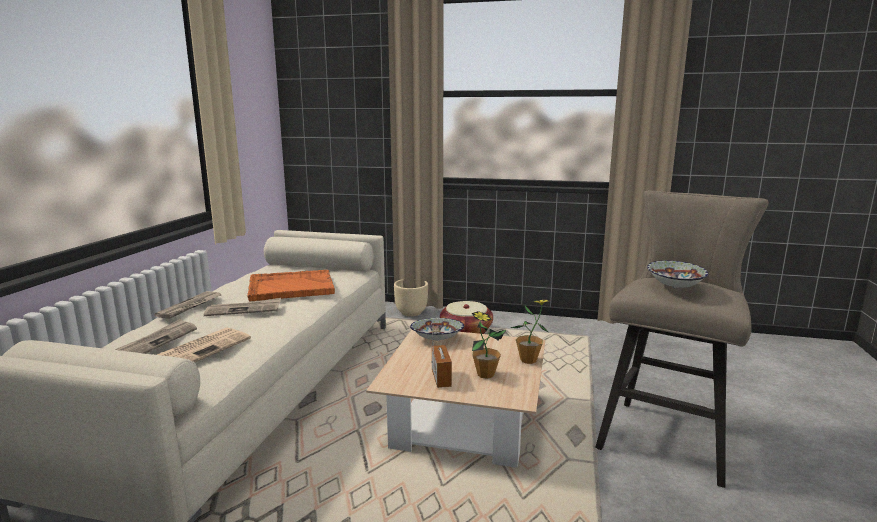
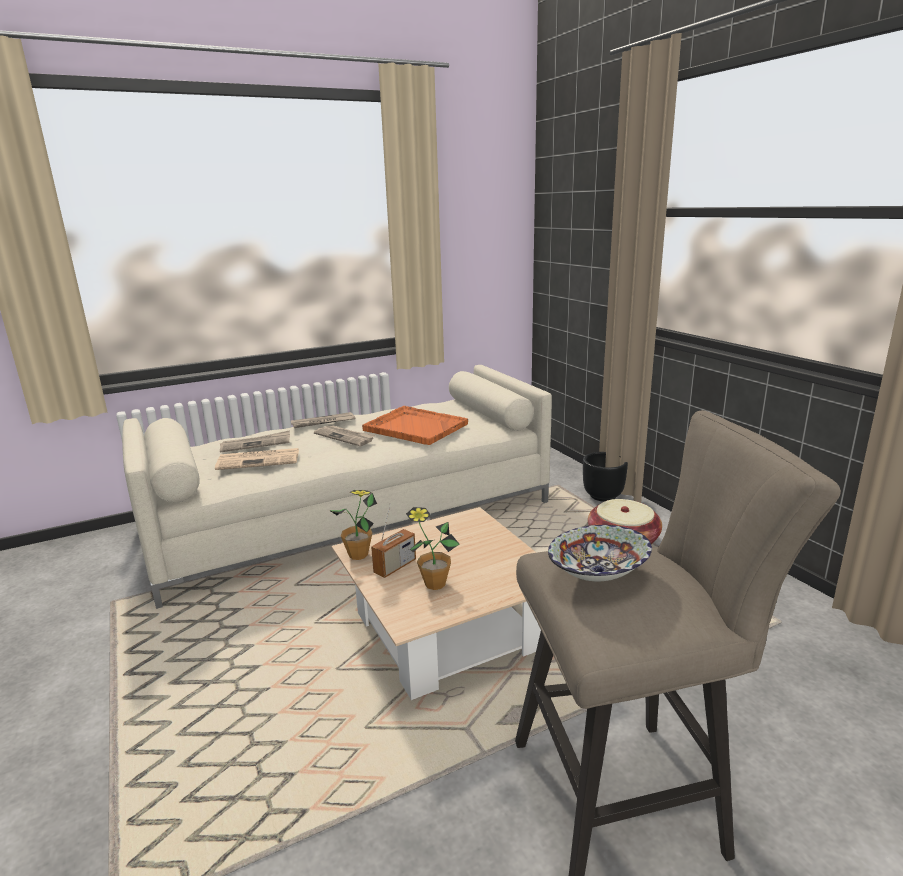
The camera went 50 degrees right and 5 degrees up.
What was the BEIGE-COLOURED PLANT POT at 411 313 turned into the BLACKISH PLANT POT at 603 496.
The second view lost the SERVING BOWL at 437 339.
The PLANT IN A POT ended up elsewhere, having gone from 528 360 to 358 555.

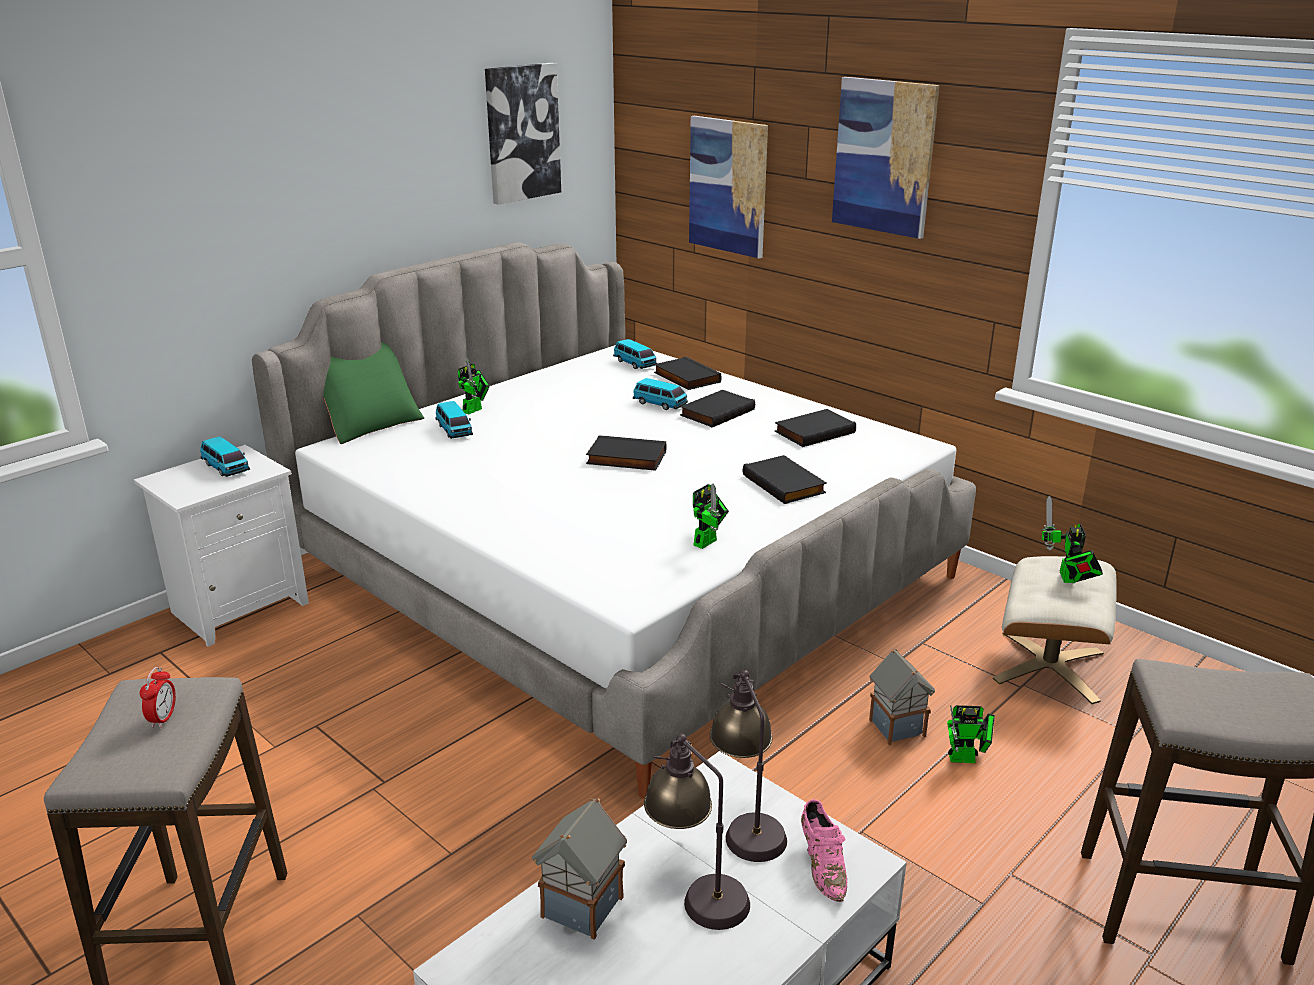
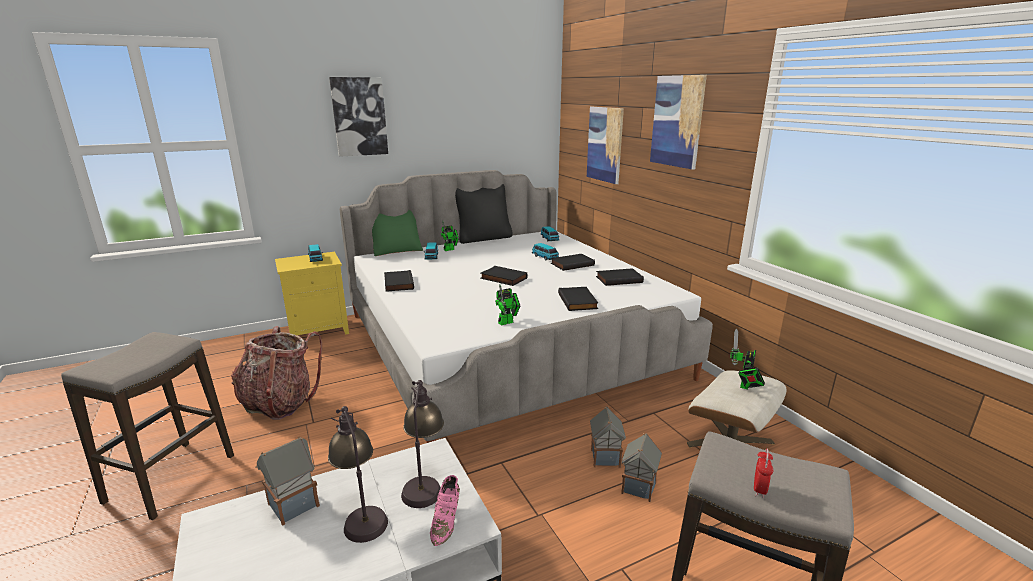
The camera went 20 degrees right and 5 degrees down.
What was the WHITISH BEDSIDE TABLE at 240 607 turned into the YELLOW BEDSIDE TABLE at 319 330.
The ALARM CLOCK ended up elsewhere, having gone from 163 718 to 759 489.
The WALL PICTURE ended up elsewhere, having gone from 522 133 to 359 117.
The BLACKISH VOLUME ended up elsewhere, having gone from 685 377 to 397 283.
Where the TOY ROBOT stood at 966 759, the TOY HOUSE came to stand at 638 487.
The second view gained the KNAPSACK at 280 403.
The second view gained the BLACKISH PILLOW at 483 238.

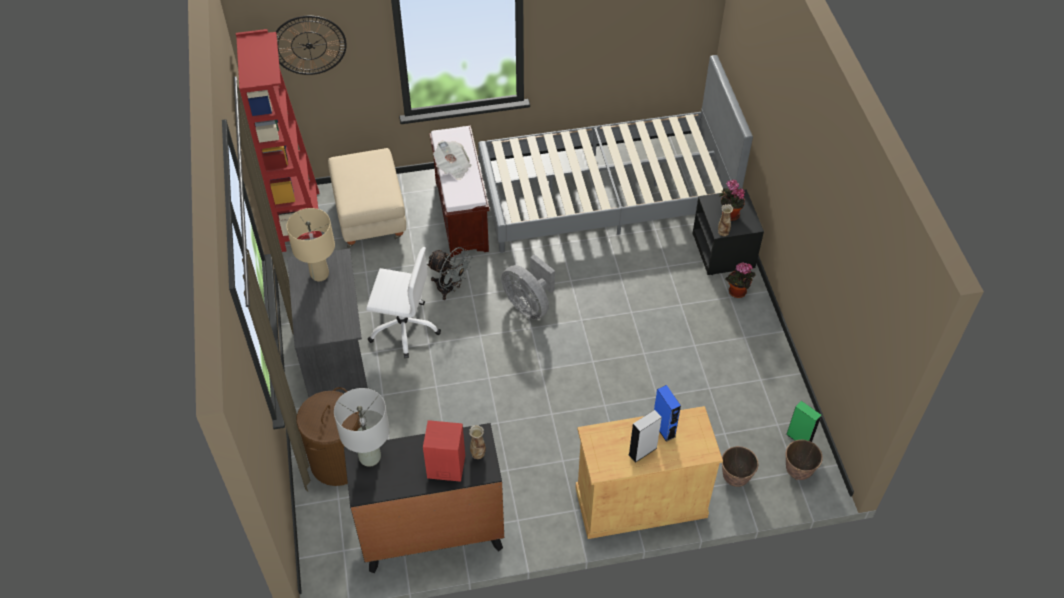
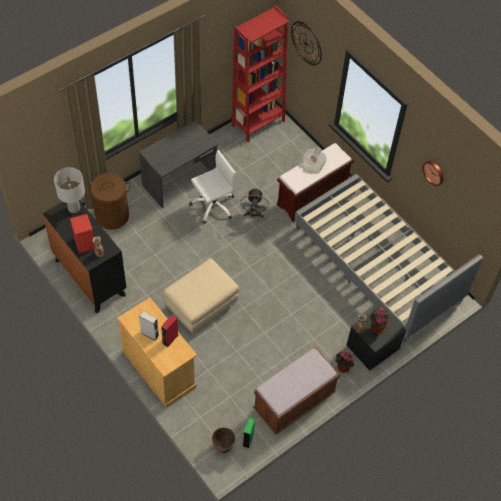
The camera went 60 degrees right and 5 degrees up.
The second view lost the BEIGE-COLOURED TABLE LAMP at 320 274.
The BEIGE-COLOURED OTTOMAN ended up elsewhere, having gone from 371 217 to 201 307.
The WHITISH OFFICE CHAIR at 404 328 ended up facing another way, 105 degrees counterclockwise from before.
The second view lost the GREYISH FAN at 529 305.
What was the BLUE SPEAKER at 663 428 turned into the RED SPEAKER at 170 339.
The second view lost the PLANT POT at 735 478.
The second view gained the BROWNISH LONG SEAT at 294 401.
The second view gained the CLOCK ON THE WALL at 434 172.

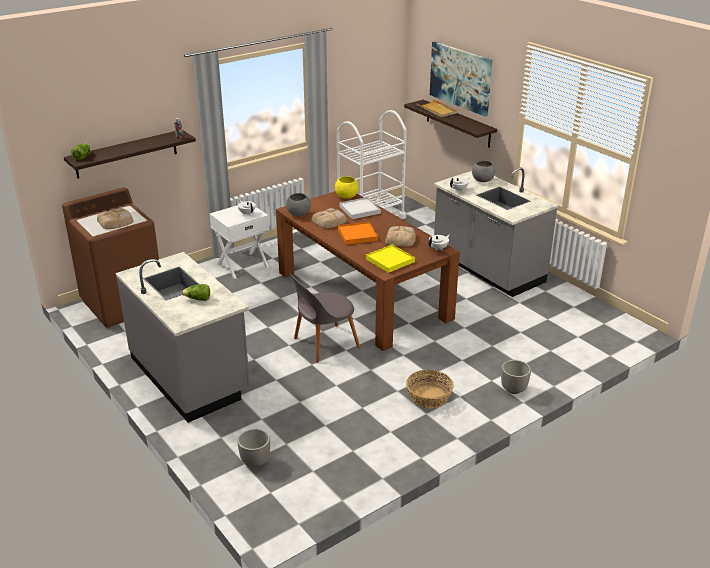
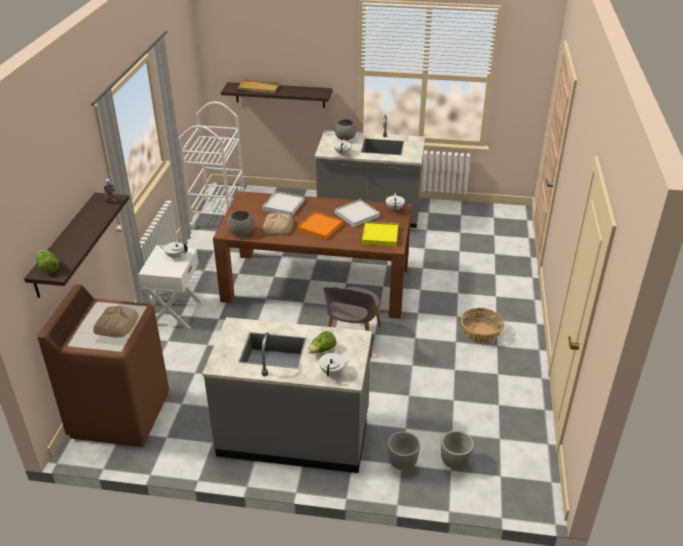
The camera went 45 degrees left and 5 degrees up.
The second view lost the YELLOW SERVING BOWL at 346 196.
Where the BAKERY BREAD stood at 400 239, the WHITISH CARRYING TRAY came to stand at 357 215.
The second view lost the WALL PICTURE at 460 78.
The PLANT POT ended up elsewhere, having gone from 513 389 to 402 464.
The second view gained the WHITISH TEAPOT at 332 371.

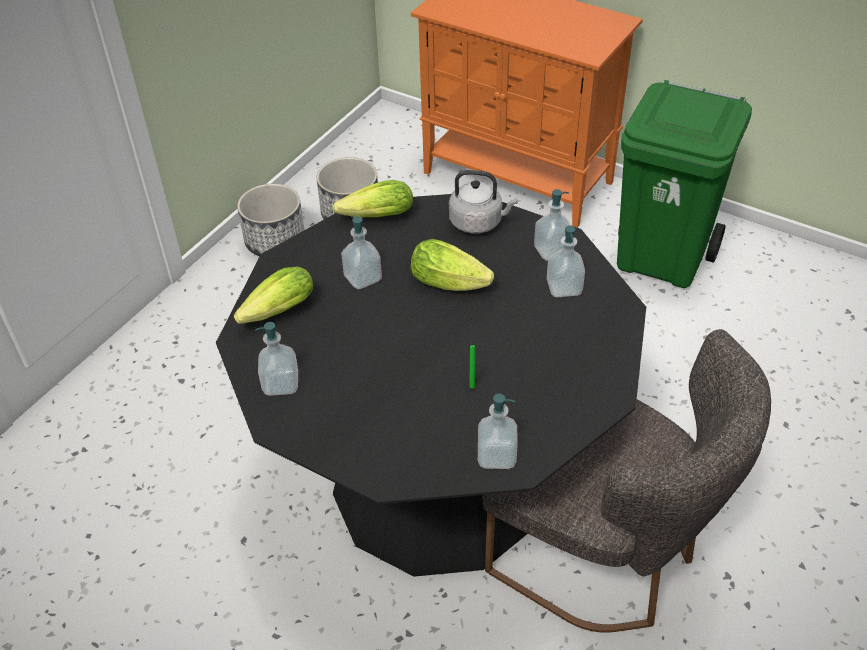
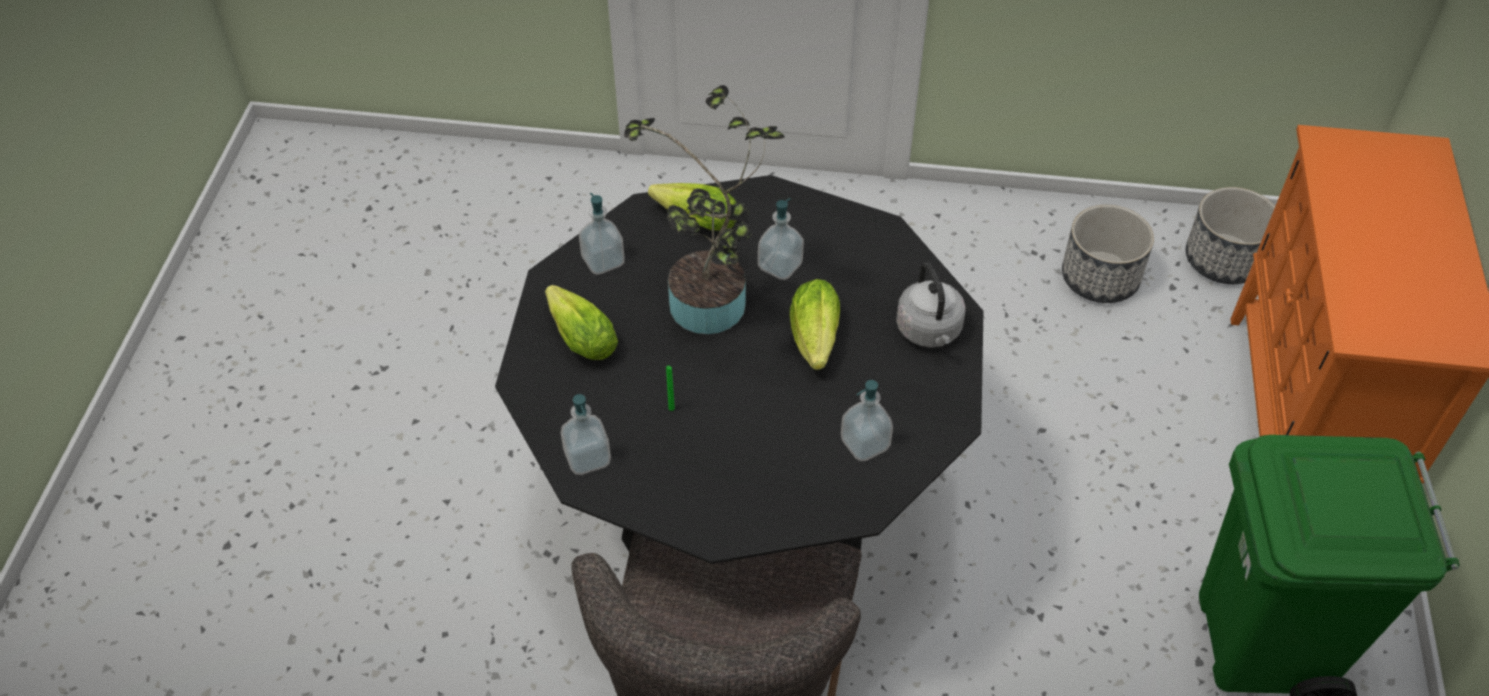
The camera went 65 degrees right and 5 degrees up.
The PLANT POT ended up elsewhere, having gone from 275 241 to 1223 260.
The HEAD OF LETTUCE ended up elsewhere, having gone from 373 217 to 579 335.
The second view lost the SOAP BOTTLE at 552 251.
The second view gained the PLANT IN A POT at 710 312.

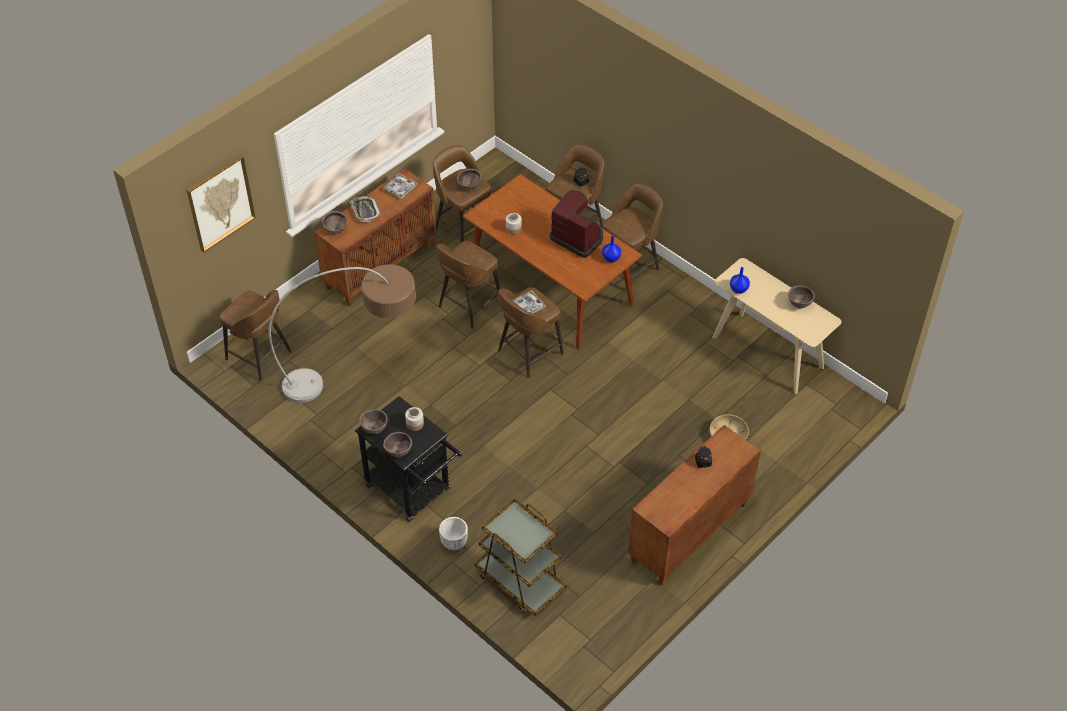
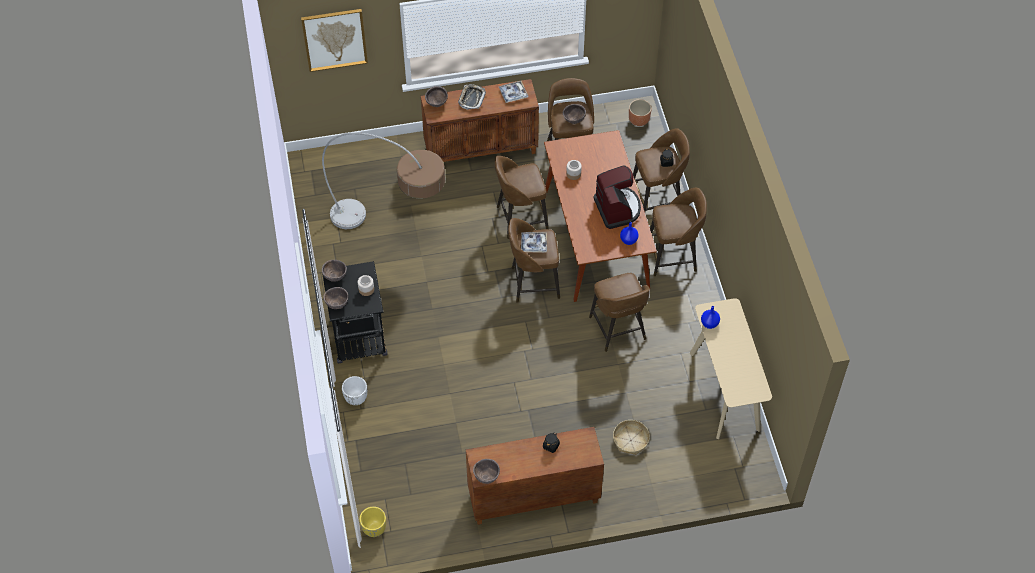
The camera went 35 degrees right and 5 degrees up.
The BROWNISH STOOL SEAT ended up elsewhere, having gone from 260 356 to 618 329.
The second view lost the BROWNISH WHEELED CART at 519 581.
The BROWNISH SERVING BOWL ended up elsewhere, having gone from 799 304 to 486 477.
The second view gained the YELLOW PLANT POT at 374 529.
The second view gained the BROWNISH PLANT POT at 638 120.

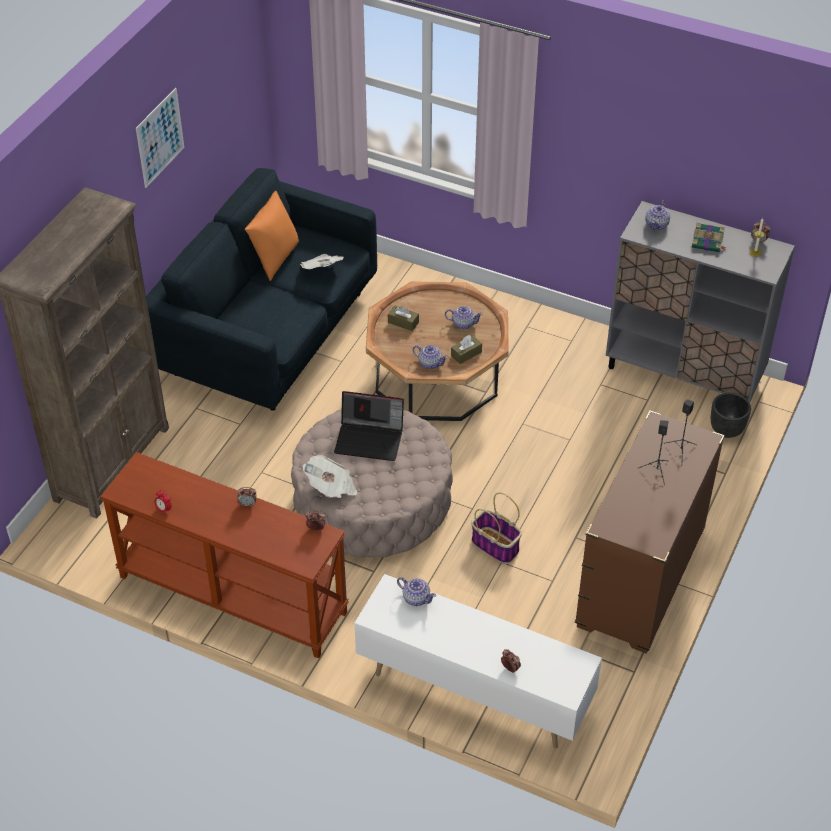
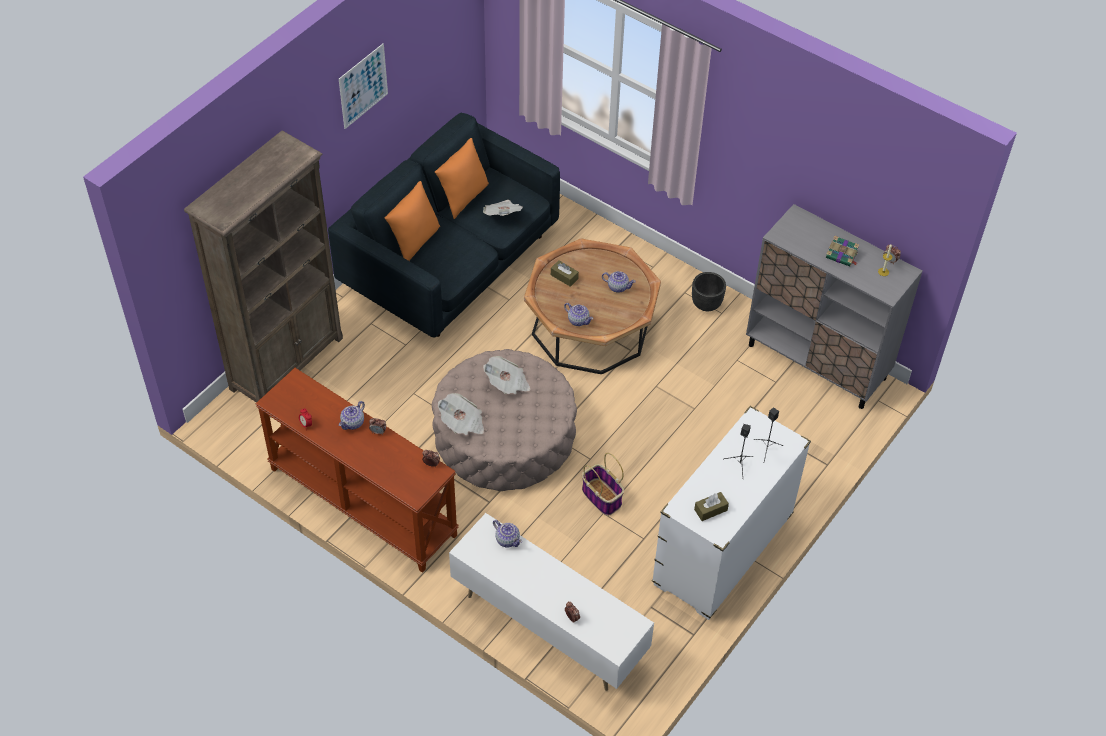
The camera went 10 degrees right and 5 degrees up.
Where the PORTABLE COMPUTER stood at 370 439, the PRINTED PAPER came to stand at 507 384.
The BROWNISH TISSUE HOLDER ended up elsewhere, having gone from 466 354 to 710 510.
What was the BROWNISH DRESSER at 640 579 turned into the WHITISH DRESSER at 722 551.
The TEAPOT ended up elsewhere, having gone from 657 224 to 353 422.
The BLACKISH PLANT POT ended up elsewhere, having gone from 726 429 to 706 304.
The second view gained the ORANGE PILLOW at 414 242.

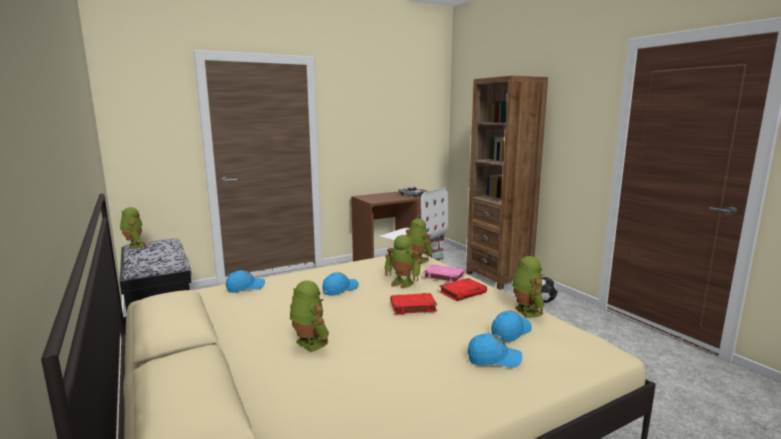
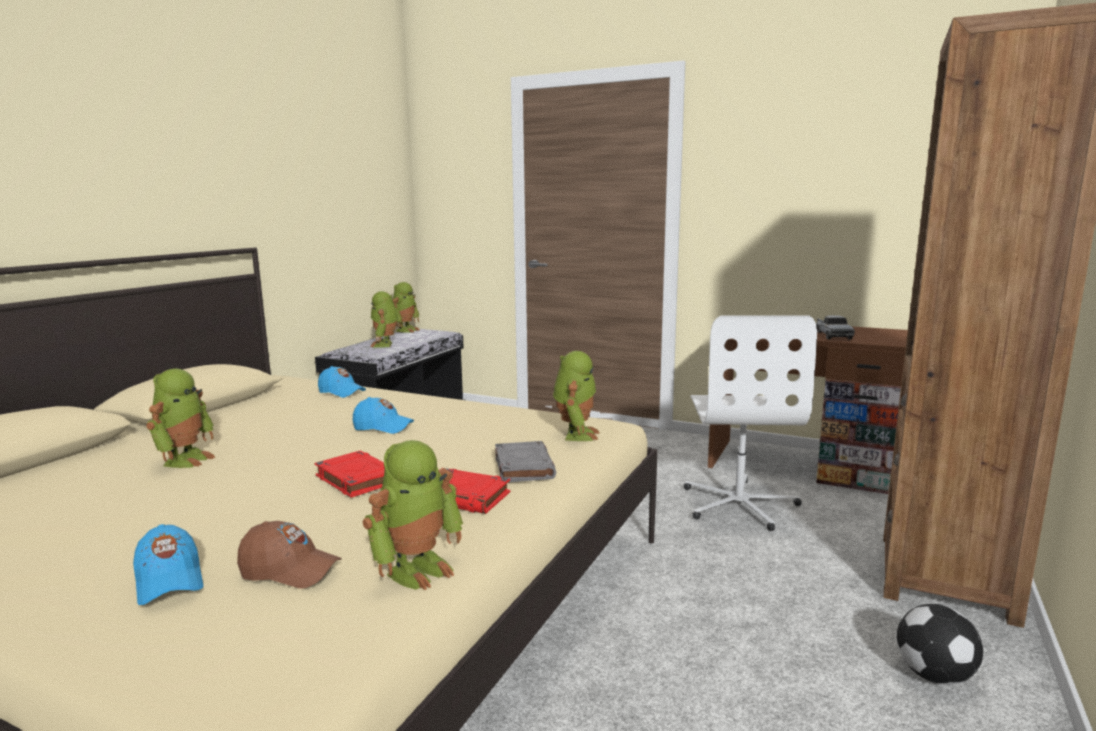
The camera went 55 degrees right and 0 degrees up.
The TOY ROBOT ended up elsewhere, having gone from 403 283 to 385 345.
What was the PINK VOLUME at 443 276 turned into the GREYISH VOLUME at 523 467.
What was the BLUE BASEBALL CAP at 510 332 turned into the BROWNISH BASEBALL CAP at 290 571.

